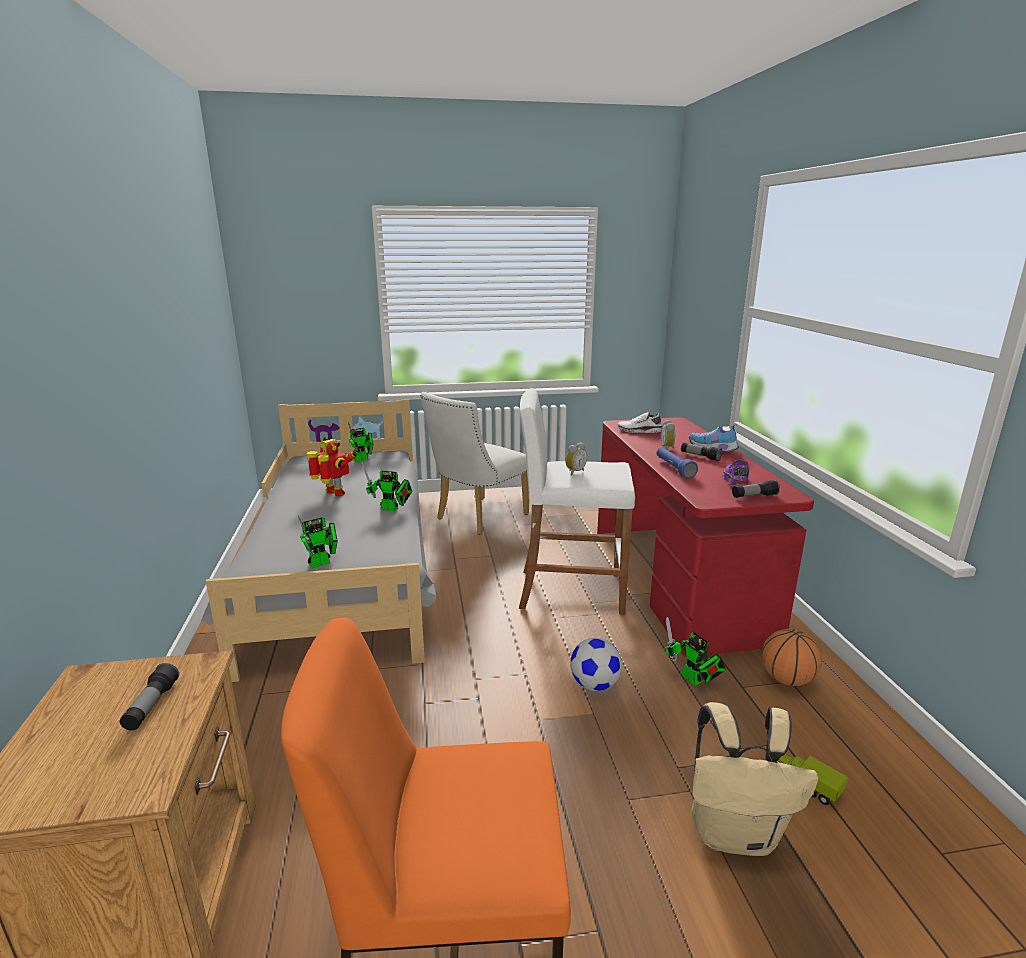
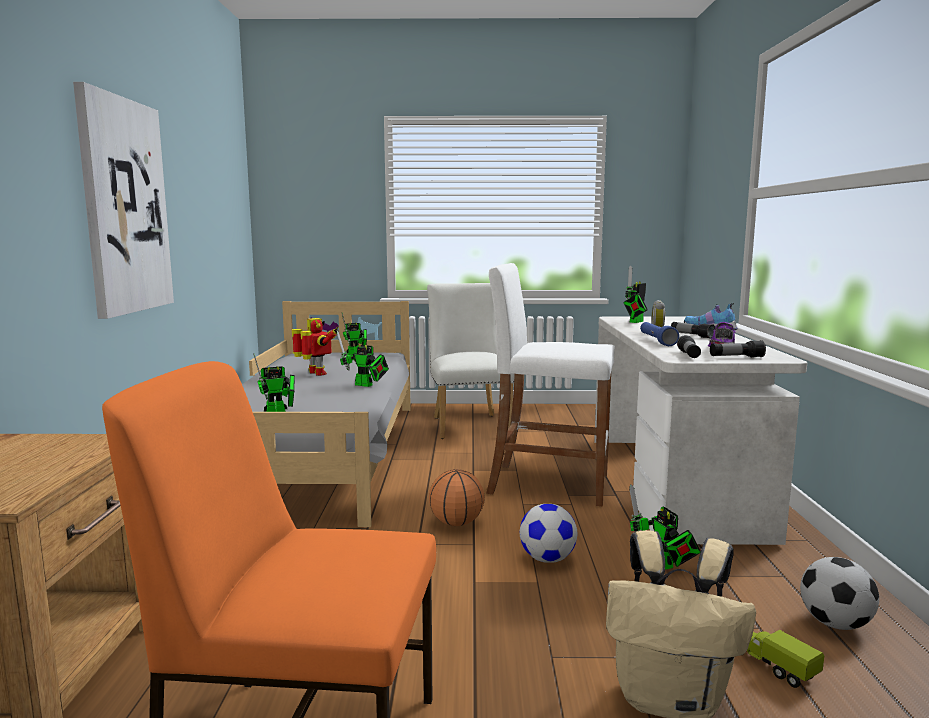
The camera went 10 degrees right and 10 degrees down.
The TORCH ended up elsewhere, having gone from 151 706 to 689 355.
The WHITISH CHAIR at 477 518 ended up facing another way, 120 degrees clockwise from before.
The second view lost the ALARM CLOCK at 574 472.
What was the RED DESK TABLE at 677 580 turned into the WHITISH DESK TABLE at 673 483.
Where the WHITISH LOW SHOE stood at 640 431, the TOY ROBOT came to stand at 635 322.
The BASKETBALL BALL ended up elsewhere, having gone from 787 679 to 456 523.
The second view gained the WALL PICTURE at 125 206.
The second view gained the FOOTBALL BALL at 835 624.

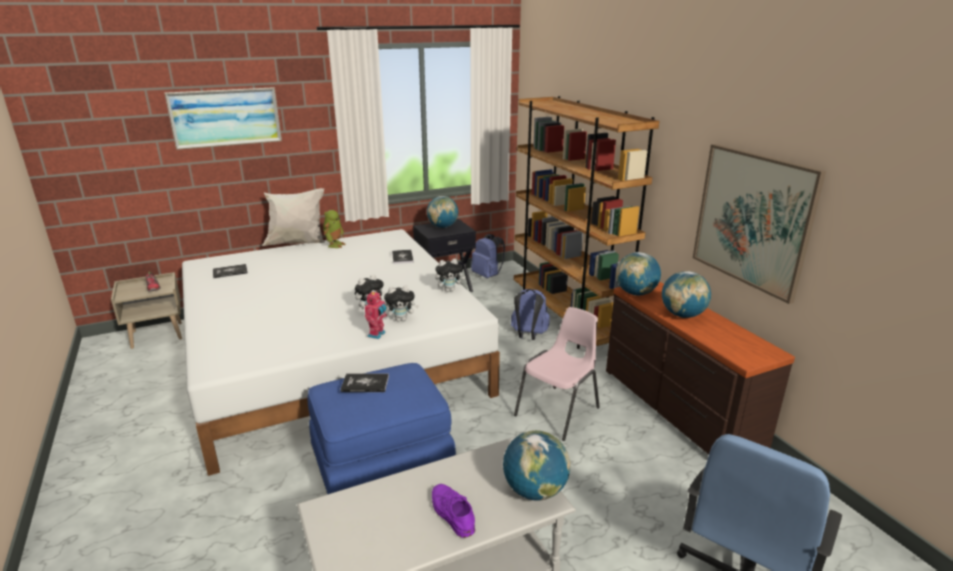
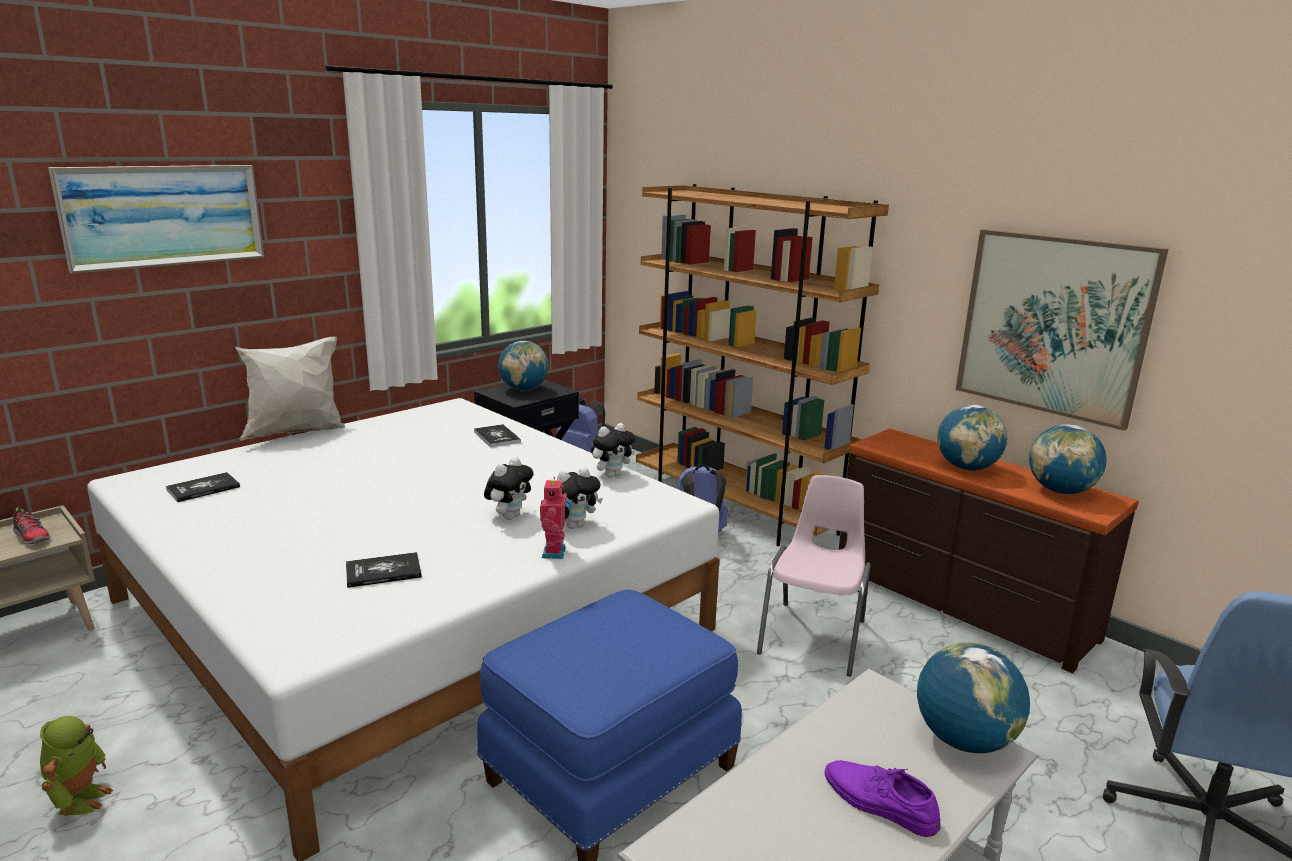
The camera went 20 degrees left and 5 degrees down.
The TOY ROBOT ended up elsewhere, having gone from 334 245 to 80 799.
The VOLUME ended up elsewhere, having gone from 365 384 to 383 571.
The WORLD GLOBE ended up elsewhere, having gone from 635 293 to 1060 491.

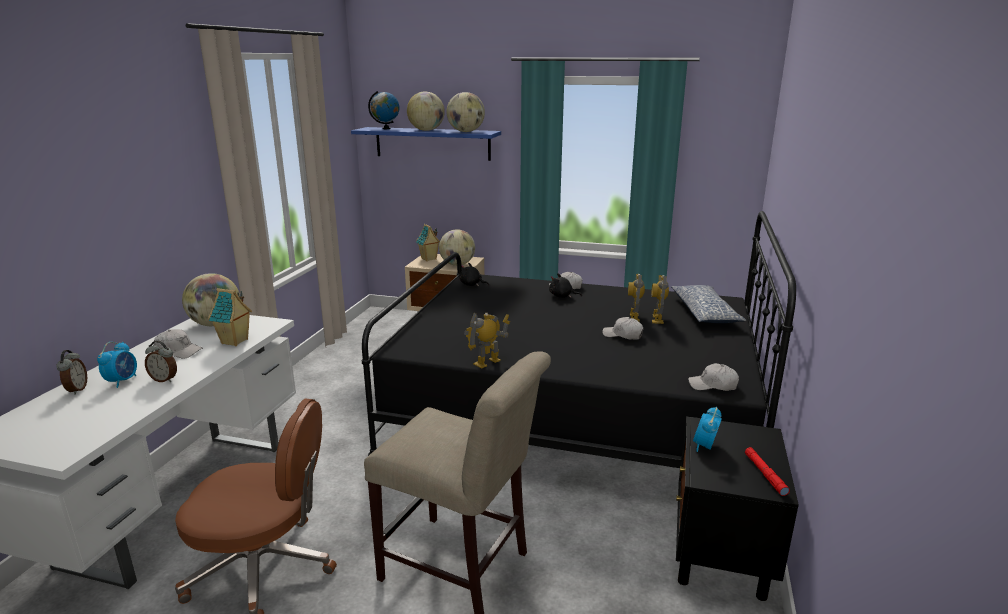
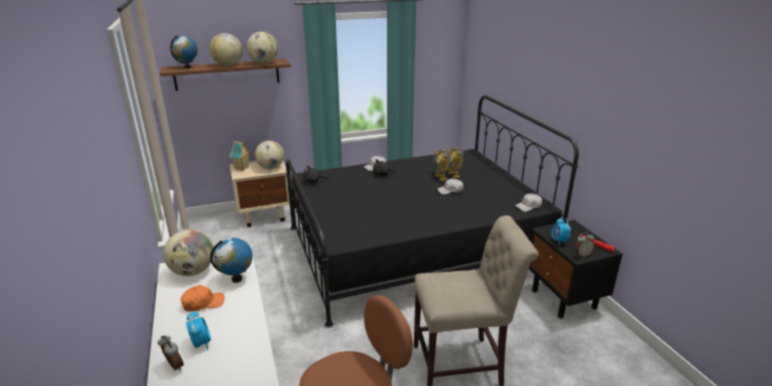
The camera went 35 degrees left and 5 degrees up.
The ALARM CLOCK ended up elsewhere, having gone from 164 379 to 582 255.
What was the WHITISH BASEBALL CAP at 178 351 turned into the ORANGE BASEBALL CAP at 203 303.
Where the TOY HOUSE stood at 235 341, the WORLD GLOBE came to stand at 236 279.
What was the BLUE SHELF at 432 143 turned into the BROWNISH SHELF at 227 74.
The second view lost the TOY ROBOT at 487 362.
The second view lost the PILLOW at 704 313.

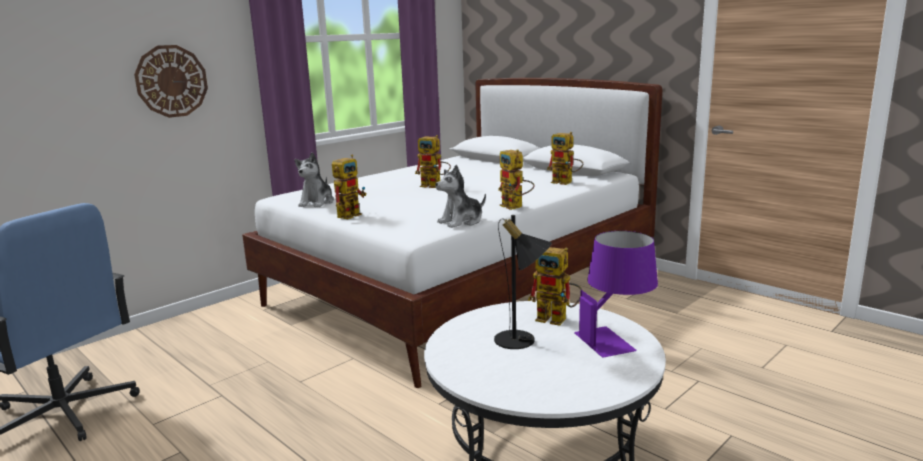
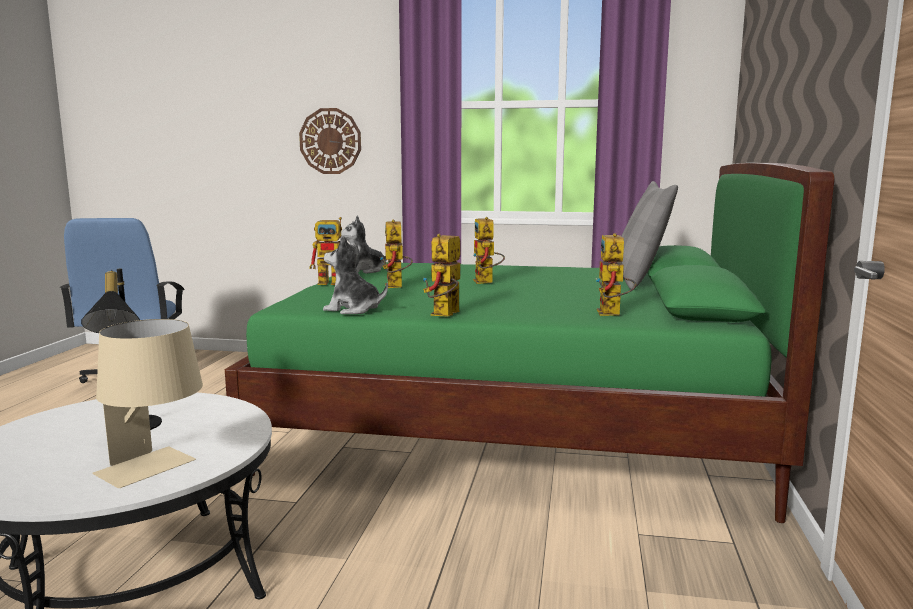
The camera went 55 degrees right and 5 degrees down.
What was the WHITISH BEDROOM BED at 462 287 turned into the GREENISH BEDROOM BED at 515 427.
The TOY ROBOT ended up elsewhere, having gone from 558 319 to 396 287.
What was the PURPLE-COLOURED TABLE LAMP at 615 338 turned into the BEIGE-COLOURED TABLE LAMP at 155 471.
The second view gained the GREYISH PILLOW at 638 280.

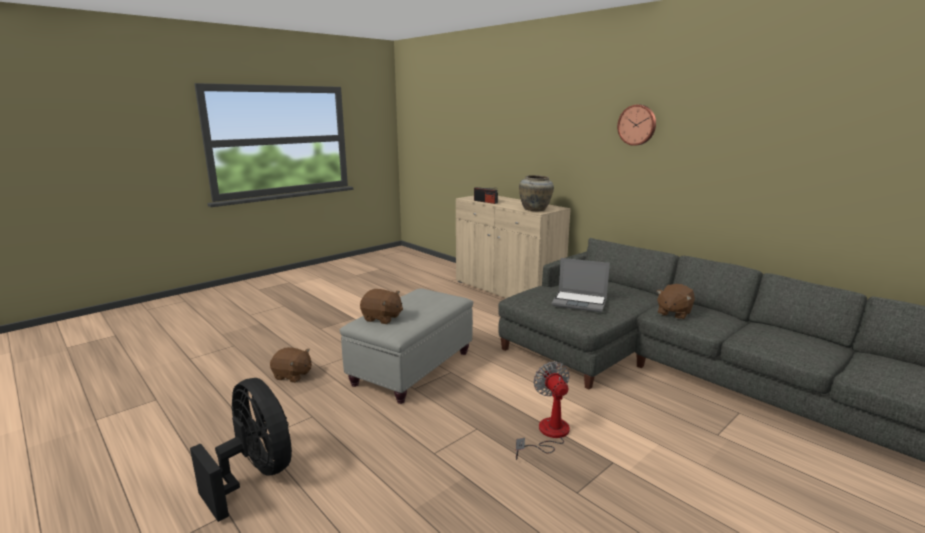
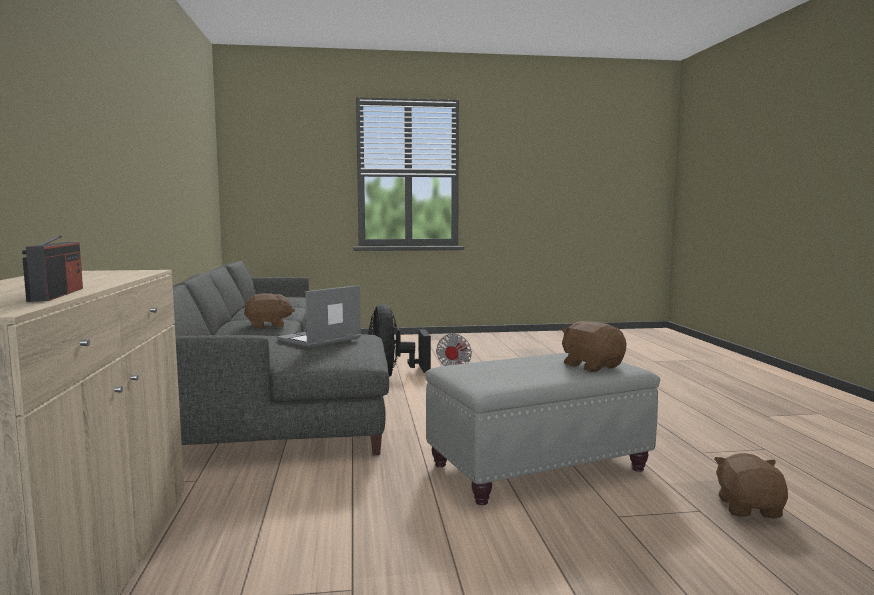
The camera went 145 degrees left and 10 degrees down.
The BLACKISH FAN ended up elsewhere, having gone from 255 475 to 393 375.
The BROWNISH SOFT TOY at 292 375 ended up facing another way, 45 degrees clockwise from before.
The second view lost the BEIGE-COLOURED FLOWER VASE at 535 209.
The PORTABLE COMPUTER at 580 302 ended up facing another way, 105 degrees counterclockwise from before.
The second view lost the CLOCK ON THE WALL at 637 125.

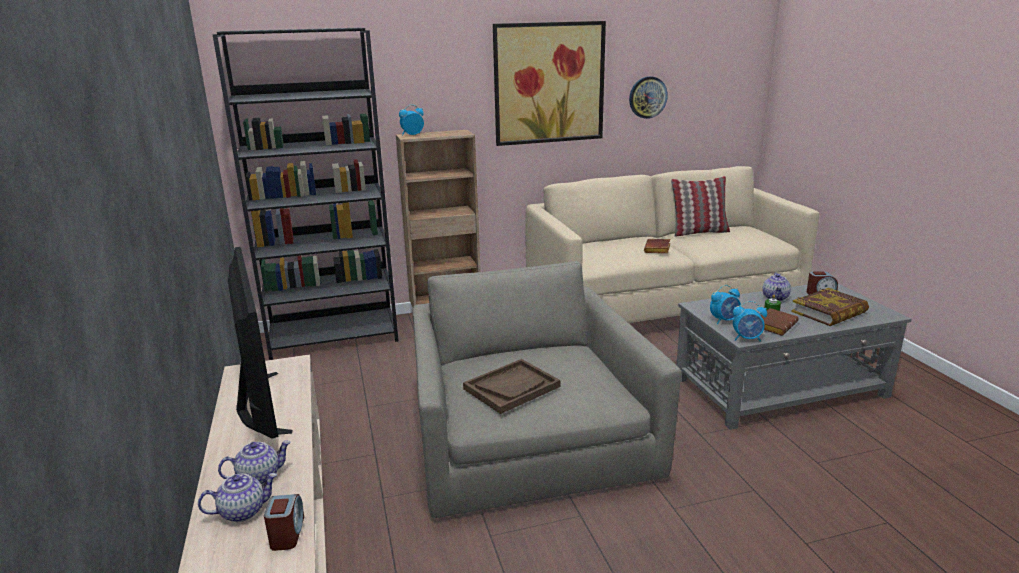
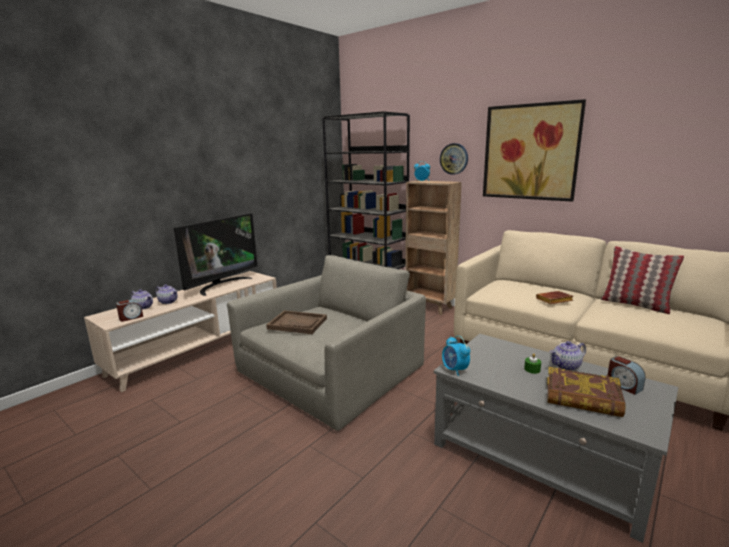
The camera went 55 degrees right and 5 degrees down.
The CLOCK ON THE WALL ended up elsewhere, having gone from 647 97 to 454 159.
The second view lost the ALARM CLOCK at 724 320.
The second view lost the BROWNISH VOLUME at 774 325.

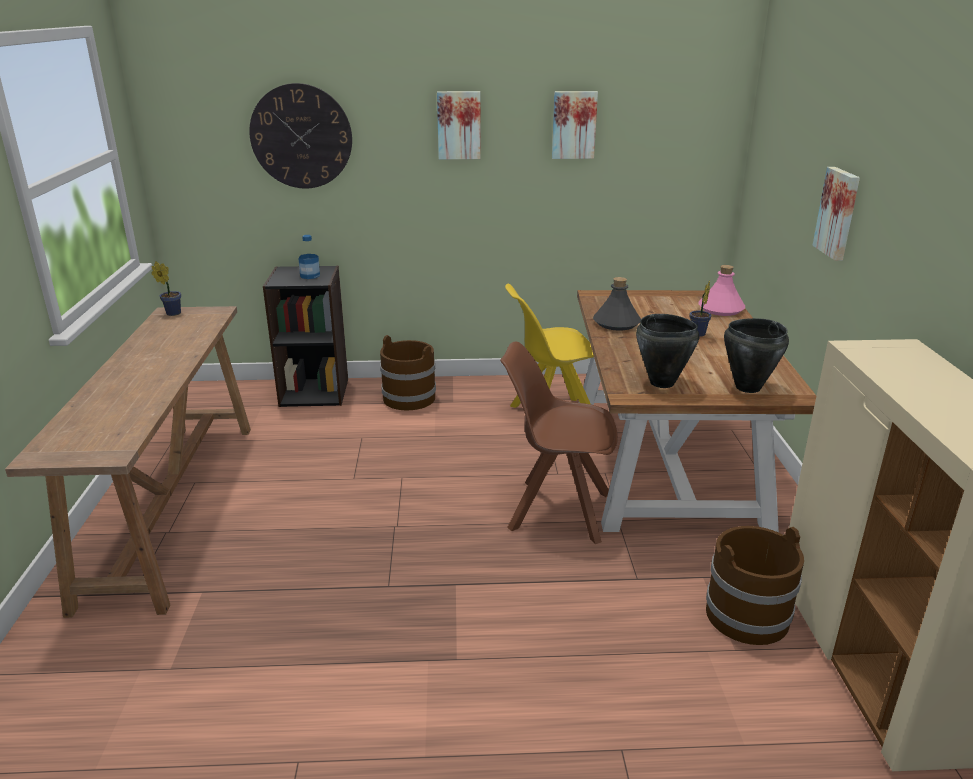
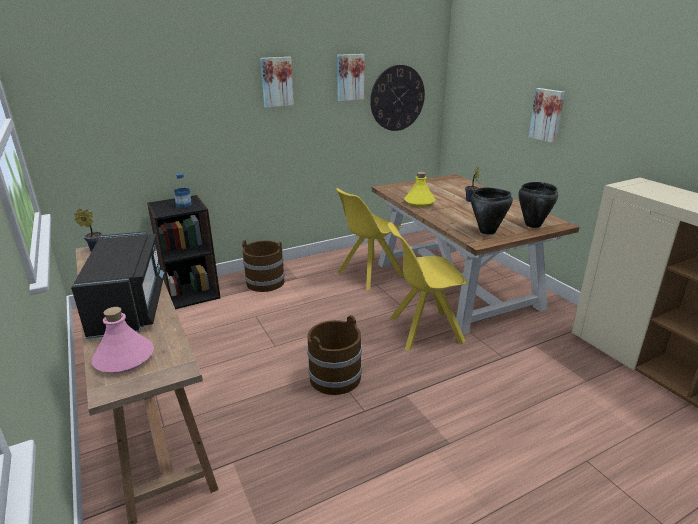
The camera went 25 degrees left and 0 degrees up.
The CLOCK ON THE WALL ended up elsewhere, having gone from 301 136 to 397 98.
What was the BROWNISH CHAIR at 557 510 turned into the YELLOW CHAIR at 423 330.
What was the GREYISH BOTTLE at 616 323 turned into the YELLOW BOTTLE at 419 202.
The PINK BOTTLE ended up elsewhere, having gone from 721 309 to 124 358.
The BROWNISH PAIL ended up elsewhere, having gone from 747 615 to 335 377.
The second view gained the BLACKISH KITCHEN MICROWAVE at 129 307.

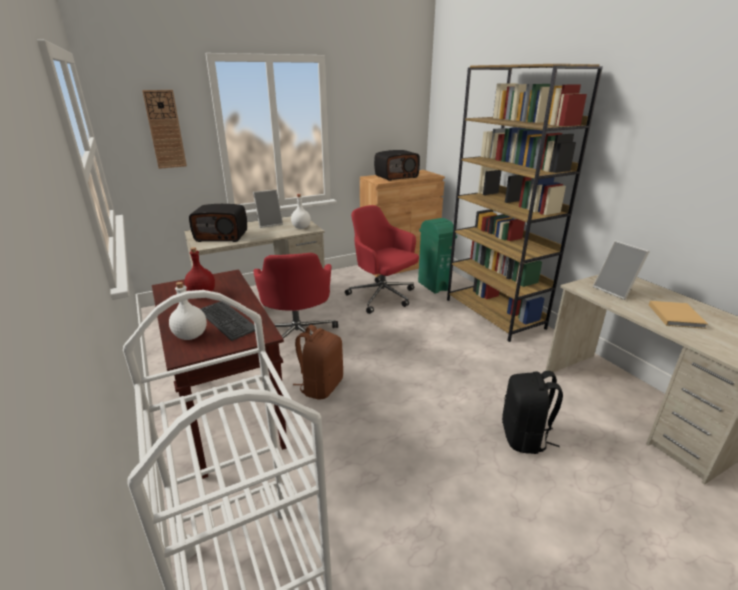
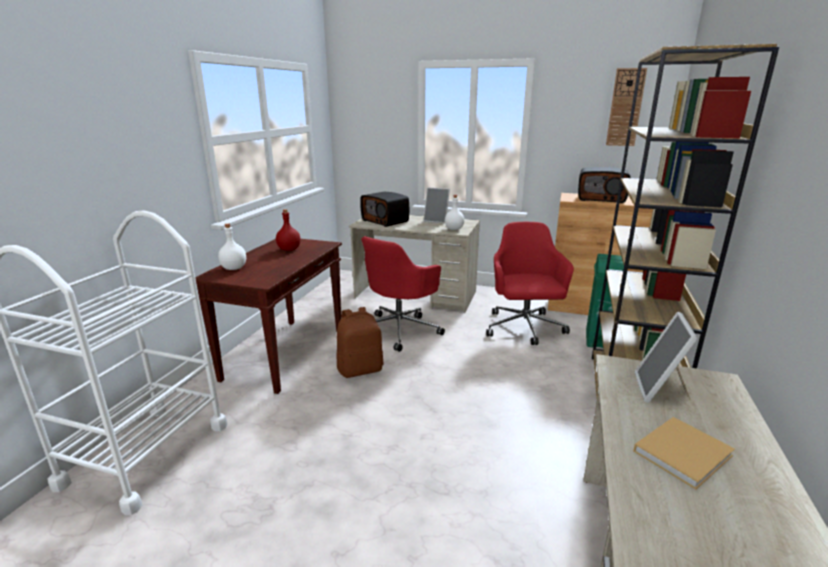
The camera went 45 degrees right and 5 degrees down.
The CLOCK ON THE WALL ended up elsewhere, having gone from 165 129 to 625 107.
The second view lost the PC KEYBOARD at 226 320.
The second view lost the BLACKISH KNAPSACK at 524 437.

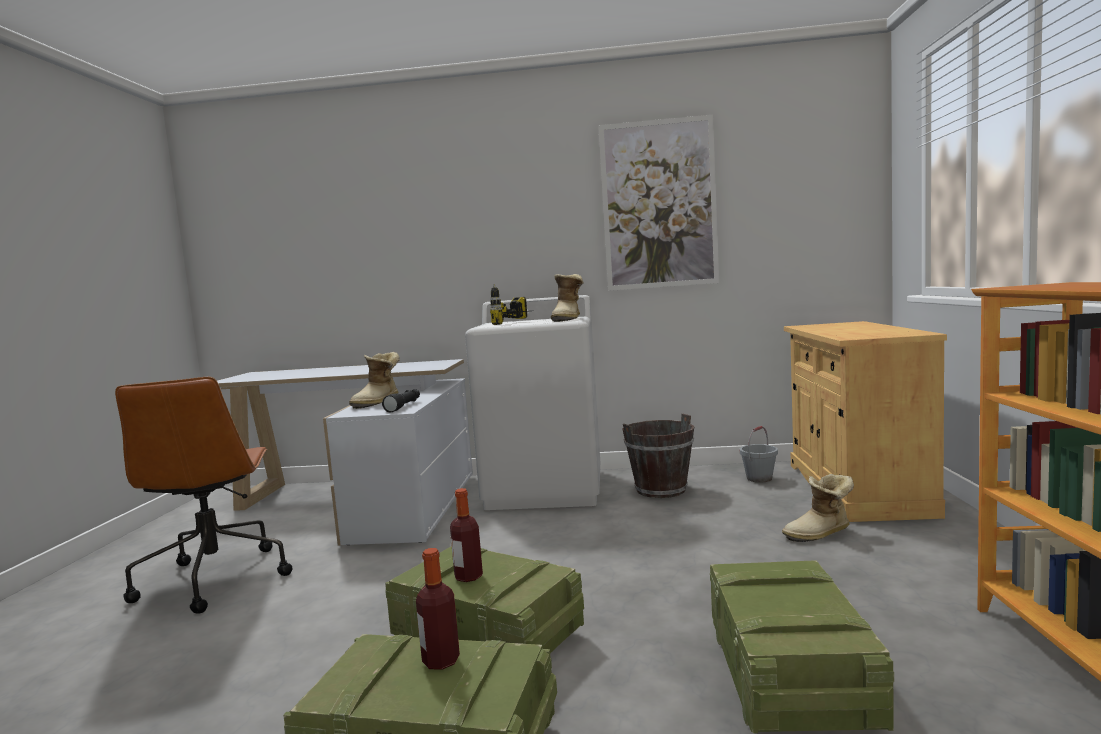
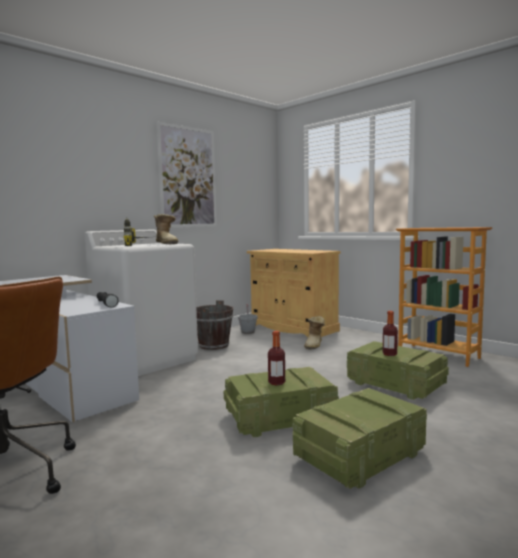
The camera went 50 degrees left and 0 degrees up.
The second view lost the HIGH-TOP BOOT at 379 402.
The BOTTLE ended up elsewhere, having gone from 441 661 to 389 354.

